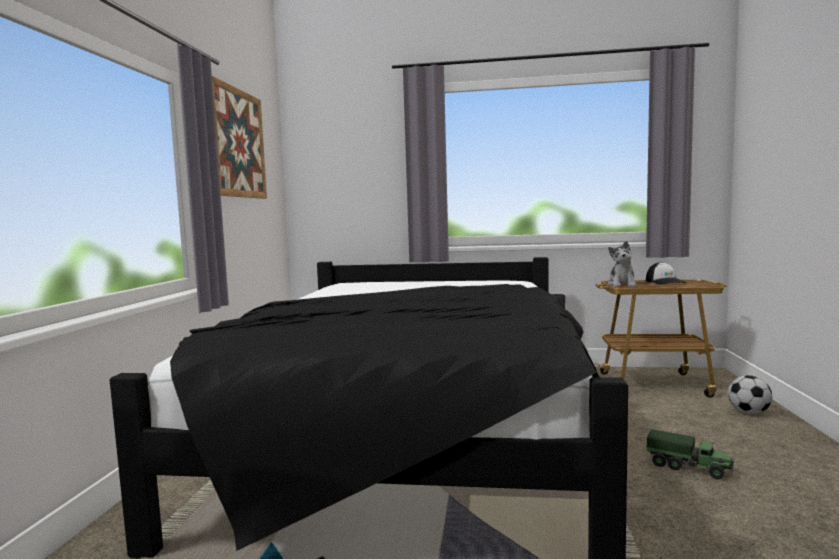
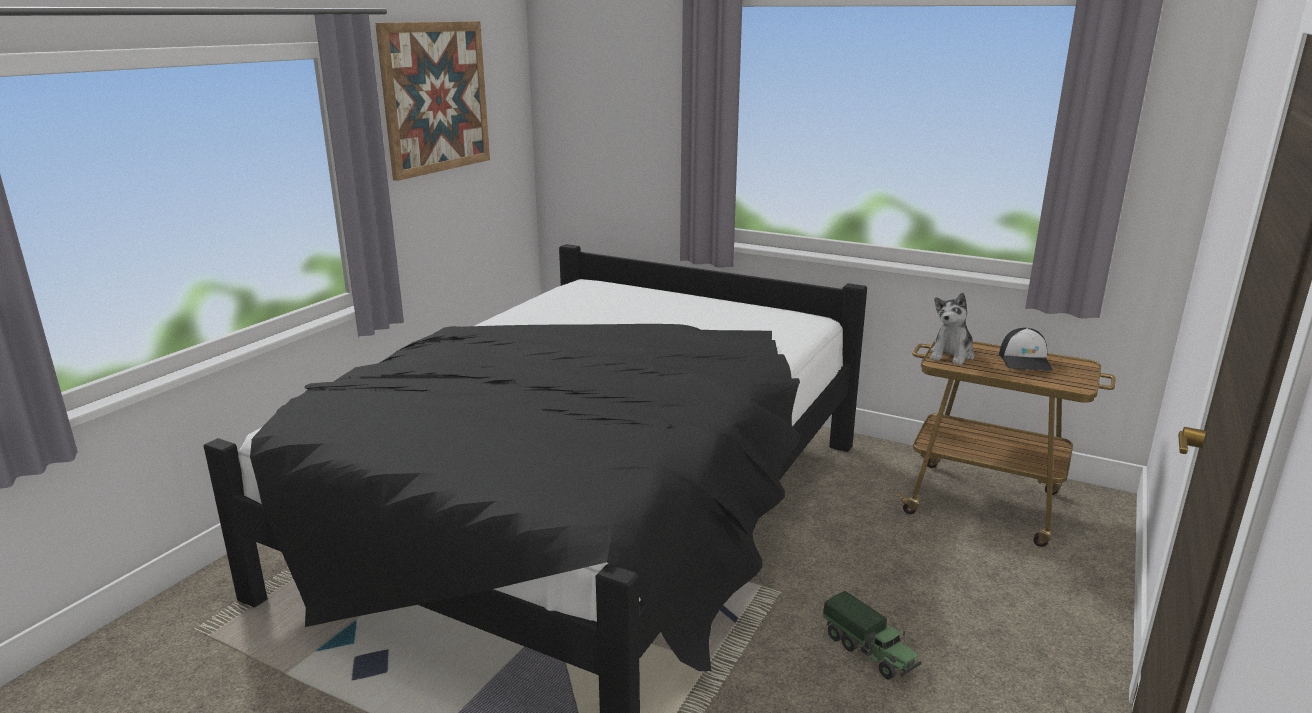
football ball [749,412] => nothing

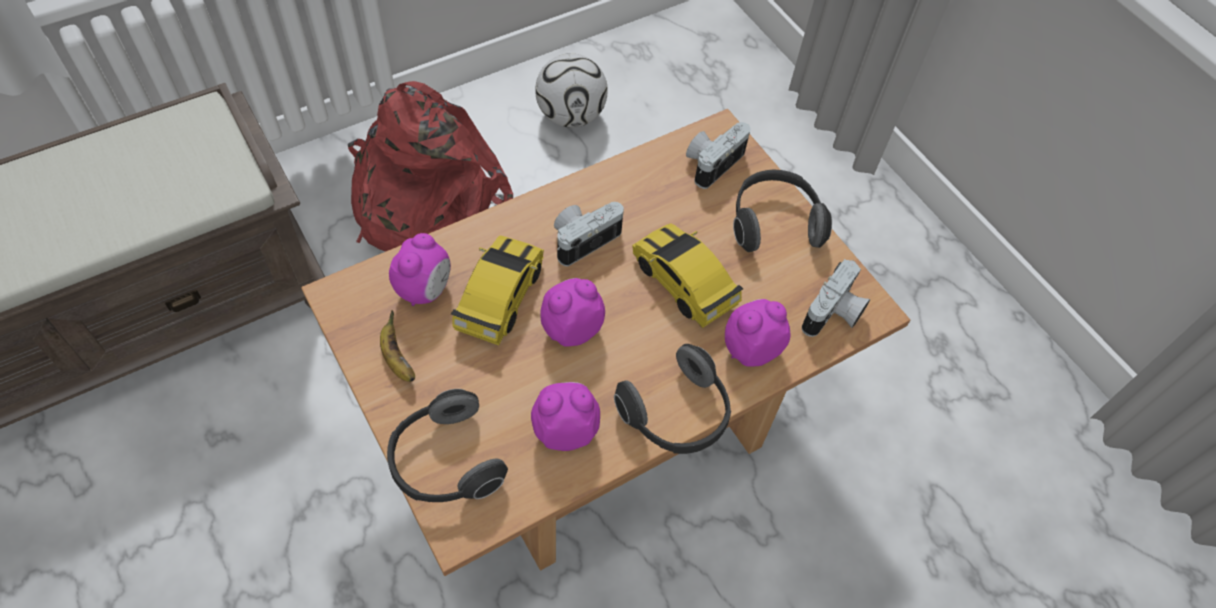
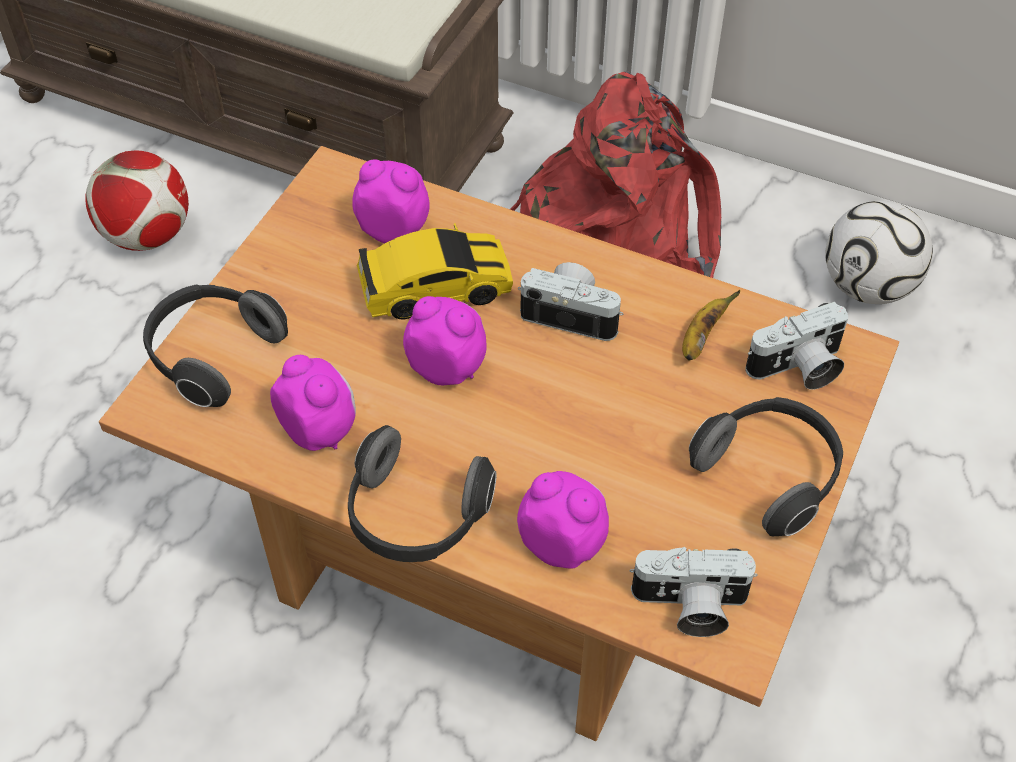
nothing => football ball [148,235]
bedside clock [425,289] => bedside clock [394,229], 150 degrees counterclockwise
banana [397,359] => banana [701,337], moved
photo camera [712,162] => photo camera [798,369], 150 degrees clockwise
miniature car [683,282] => nothing

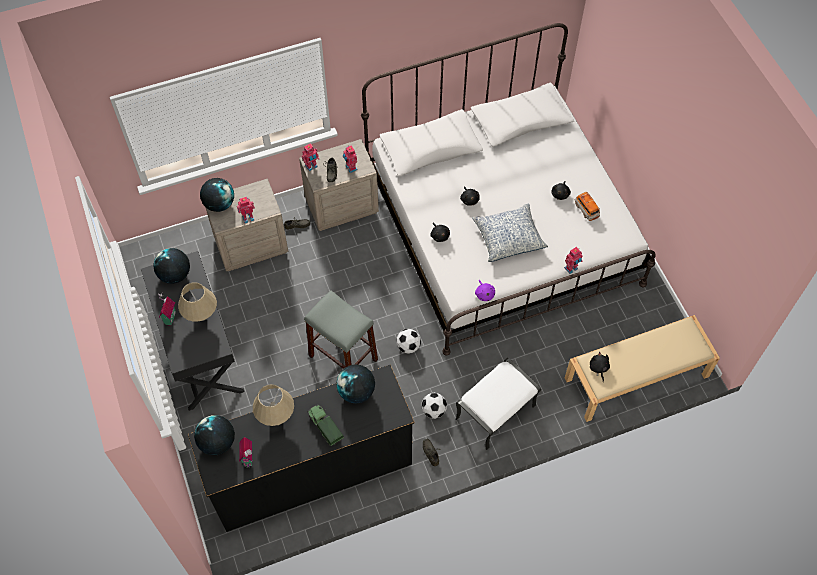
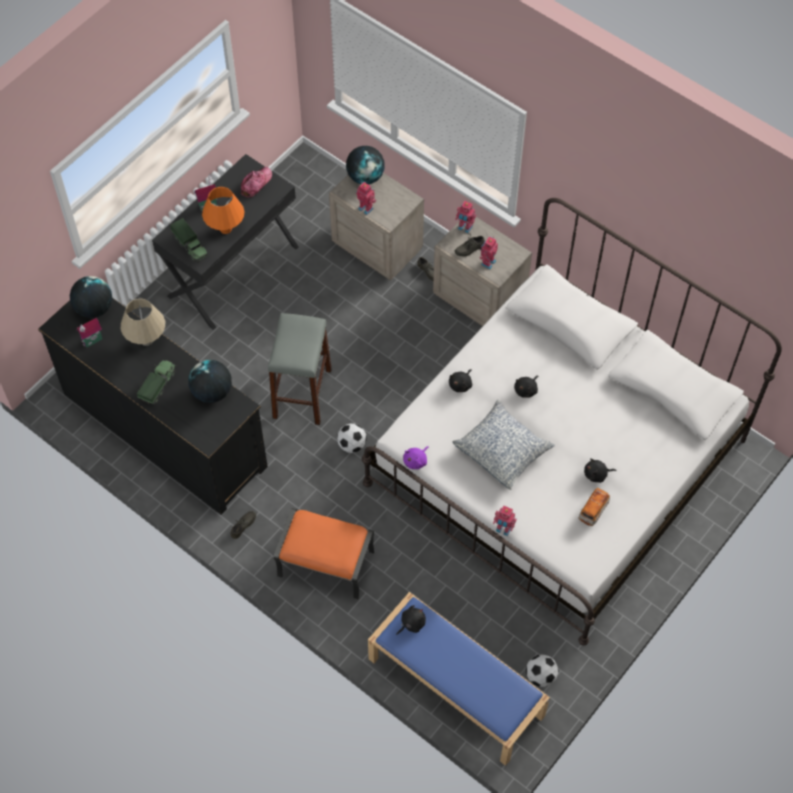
nothing => toy lorry [191,247]
beige tabletop lamp [201,316] => orange-coloured tabletop lamp [225,229]
desk globe [175,275] => baseball cap [256,184]
whitish ottoman [495,413] => orange-coloured ottoman [325,565]
beige bench [636,378] => blue-coloured bench [454,687]
football ball [434,410] => football ball [540,676], moved

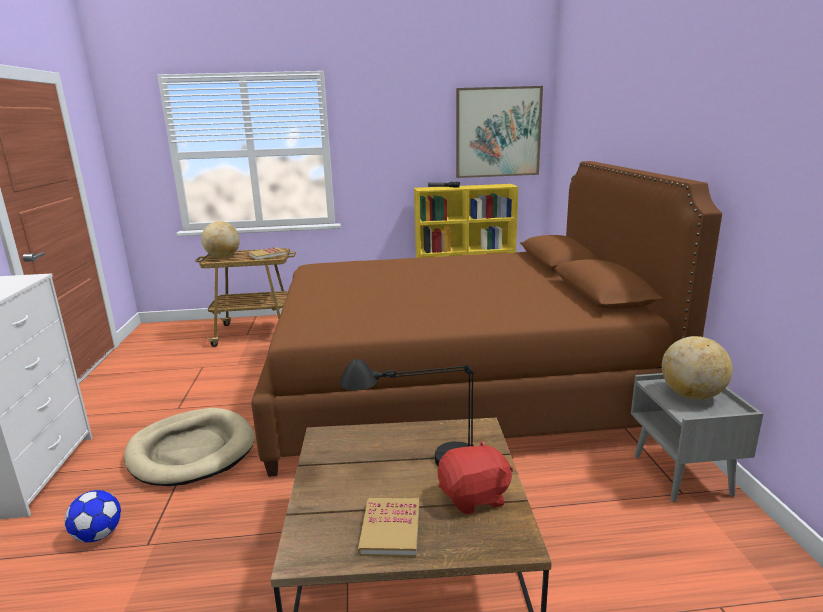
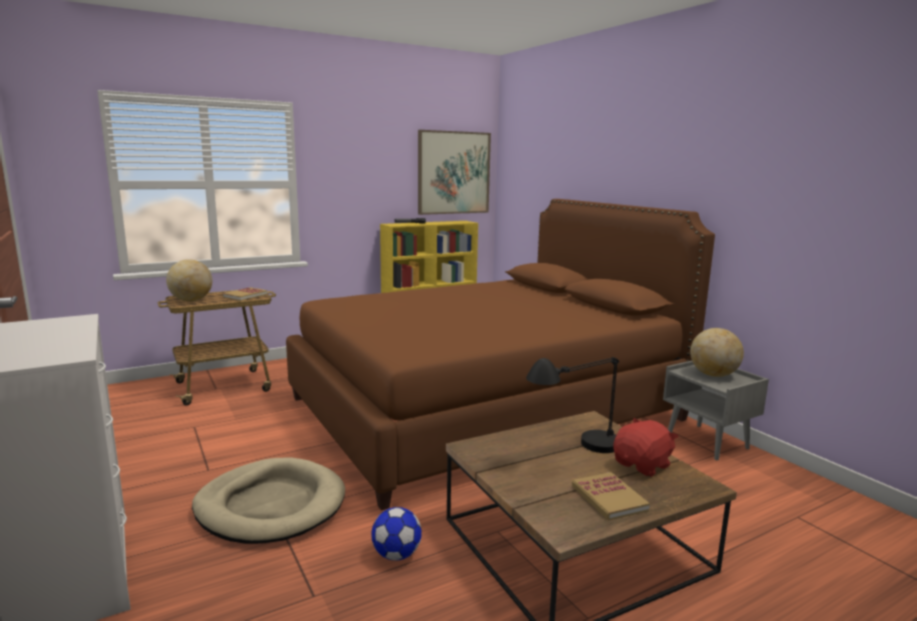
football ball [98,535] => football ball [396,555], moved

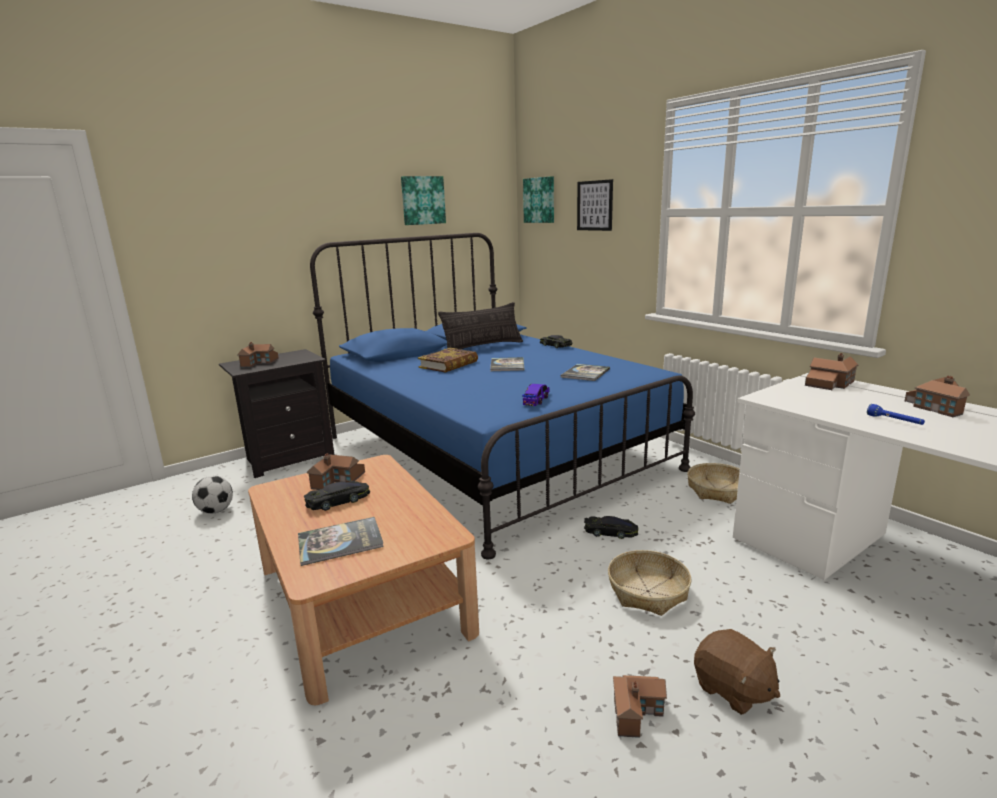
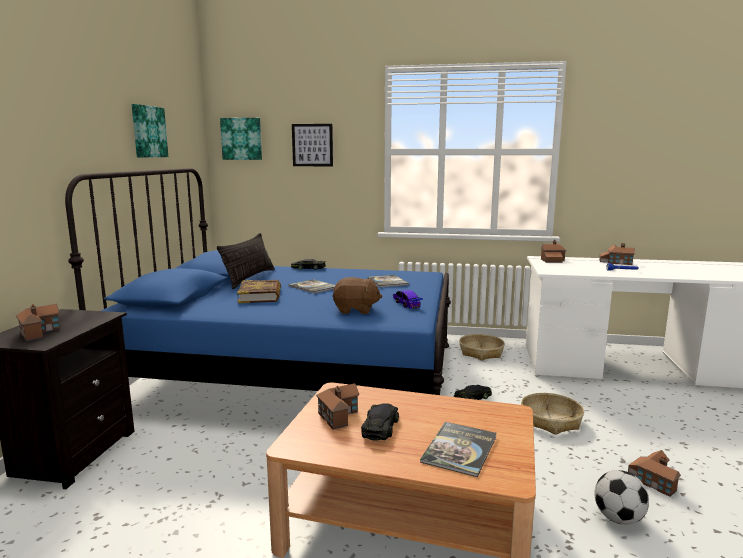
brown soft toy [733,689] => brown soft toy [356,310], moved
football ball [216,511] => football ball [618,519], moved

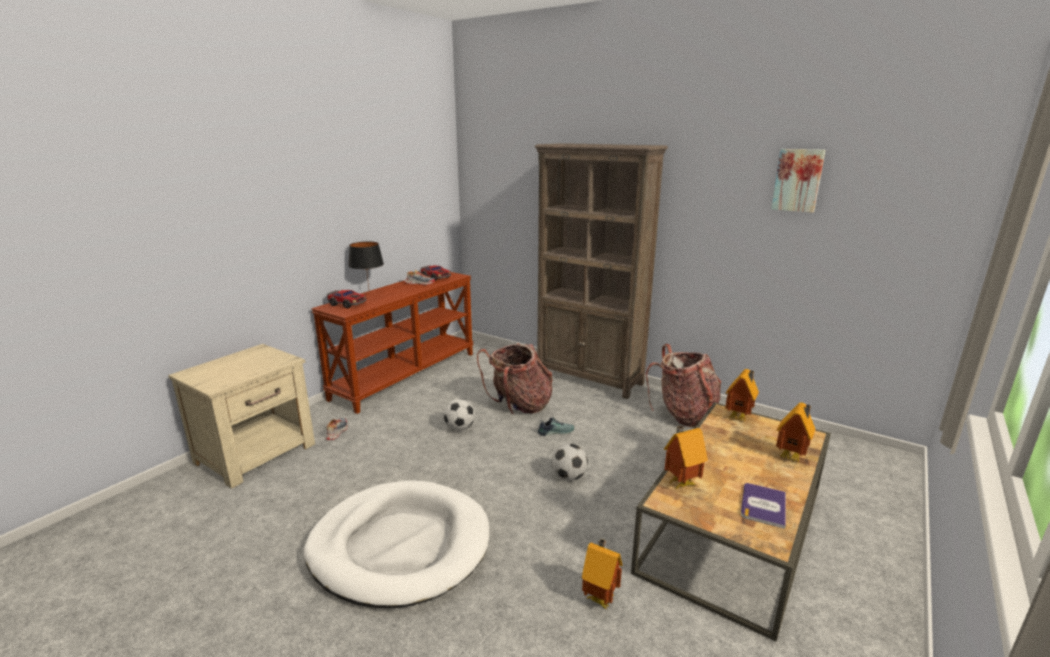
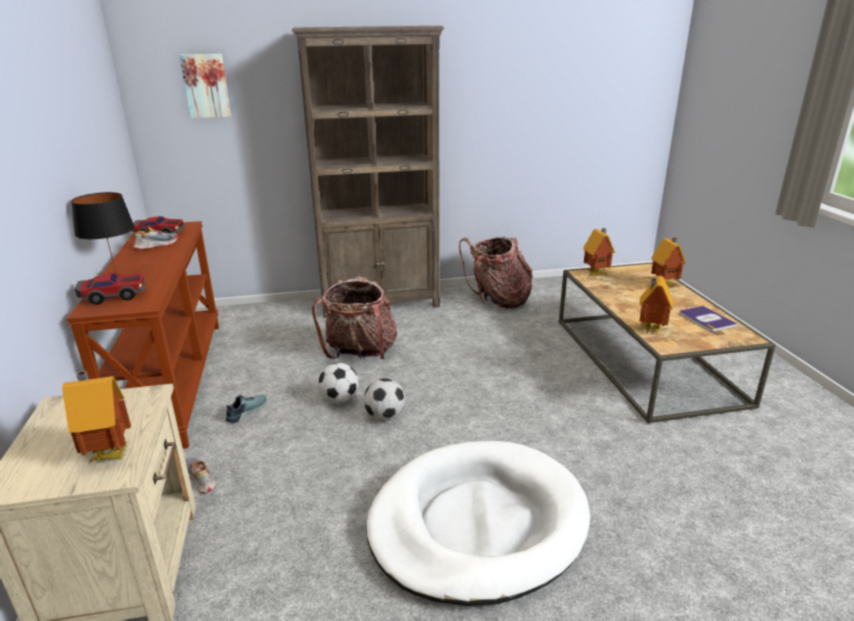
miniature house [600,598] => miniature house [109,454], moved
picture [797,180] => picture [206,86], moved
item of footwear [555,431] => item of footwear [245,411], moved
football ball [569,477] => football ball [385,416], moved

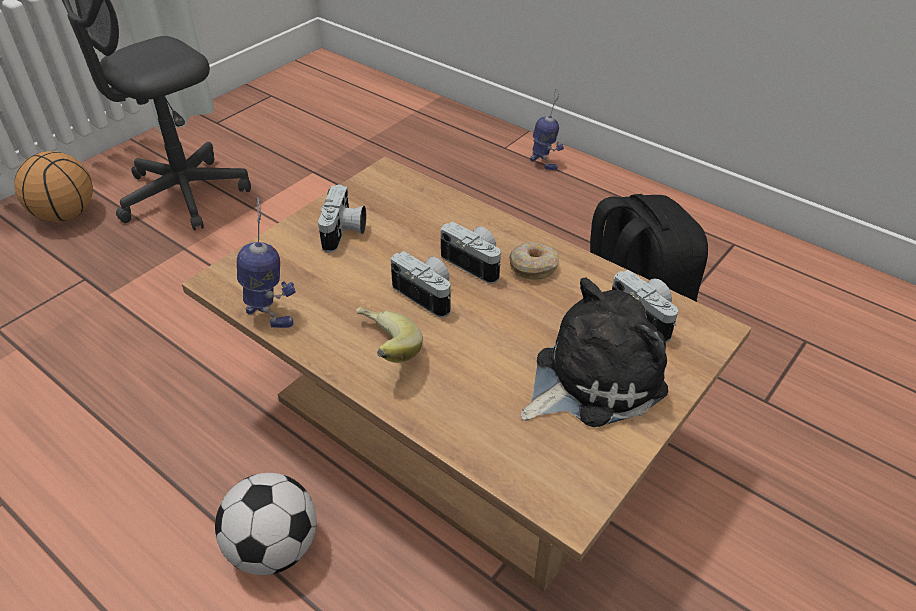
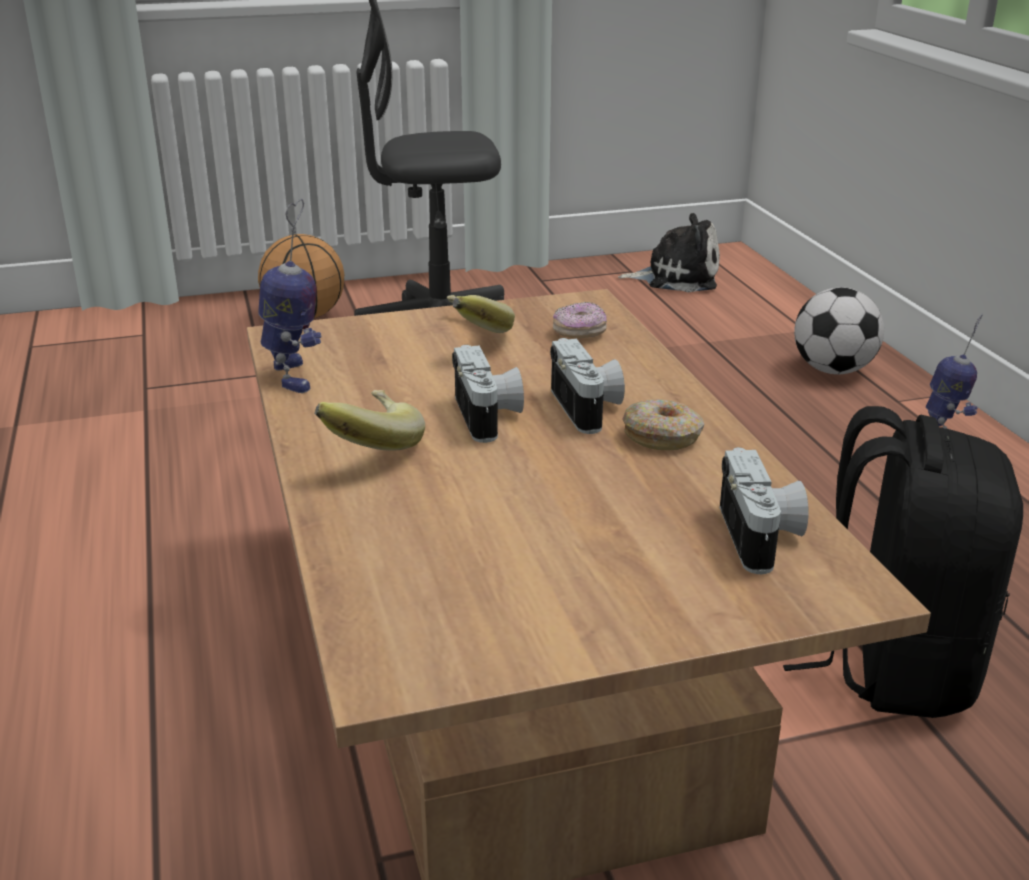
photo camera [344,233] => banana [467,337]
nothing => ring doughnut [579,333]
soft toy [591,378] => soft toy [677,277], moved
football ball [274,548] => football ball [833,370], moved

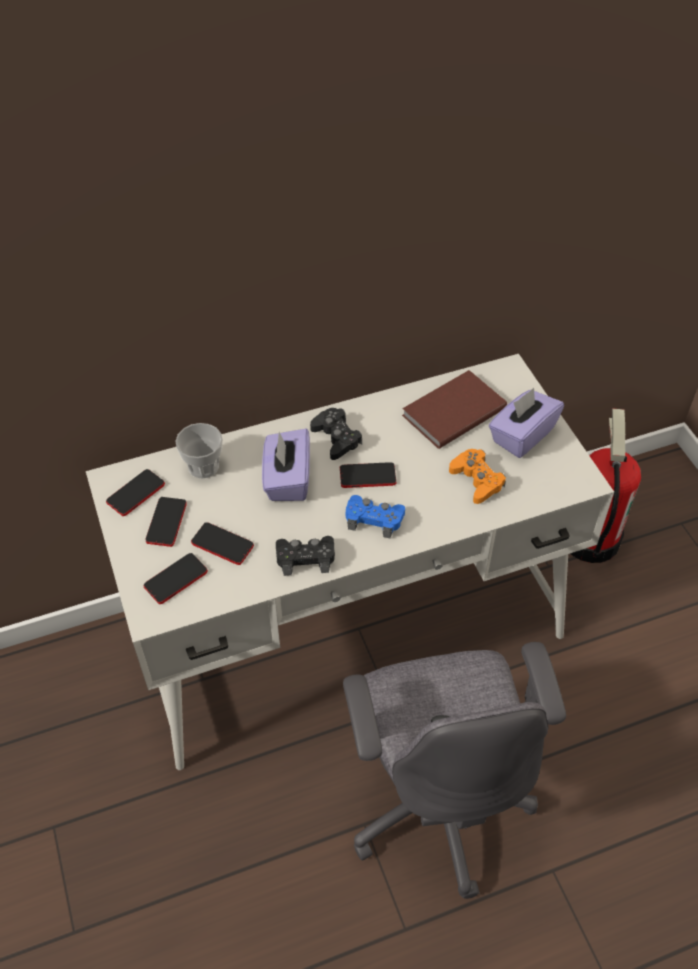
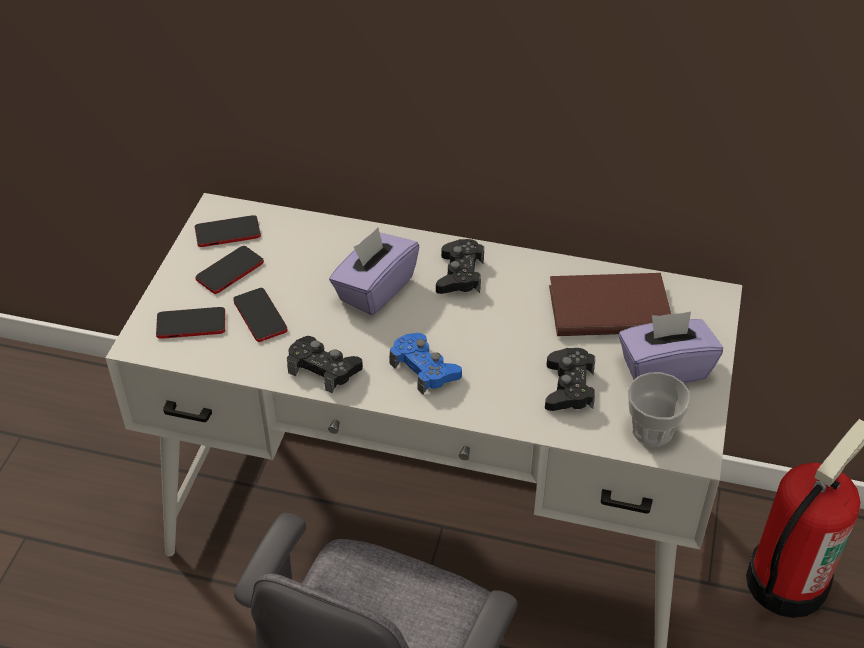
orange-coloured game controller [477,480] => black game controller [569,387]
cup [203,466] => cup [652,430], moved
telephone [367,476] => nothing

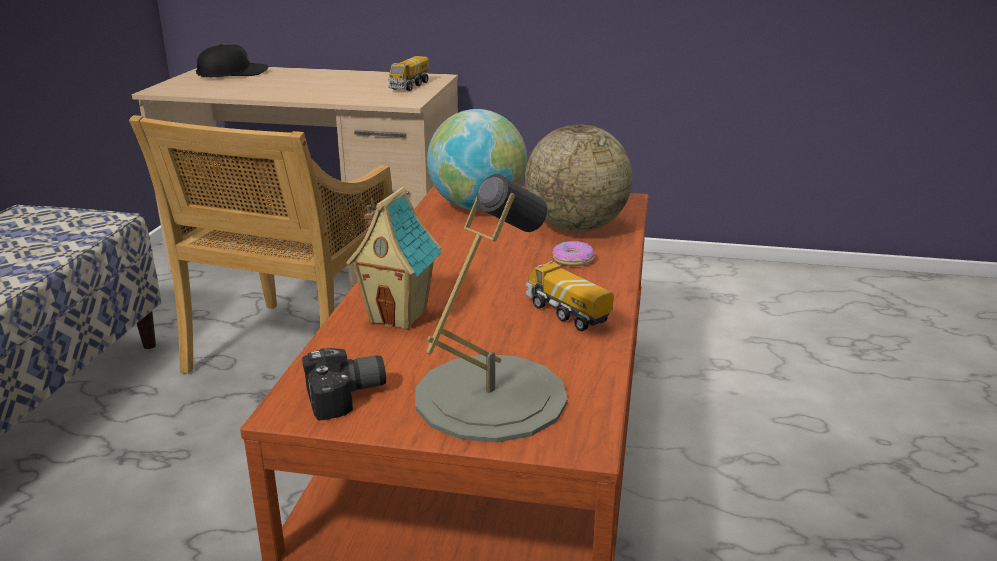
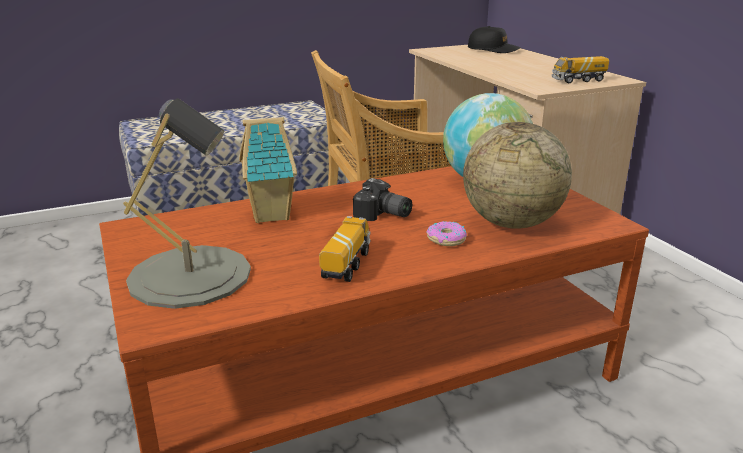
photo camera [347,397] => photo camera [382,215], moved

